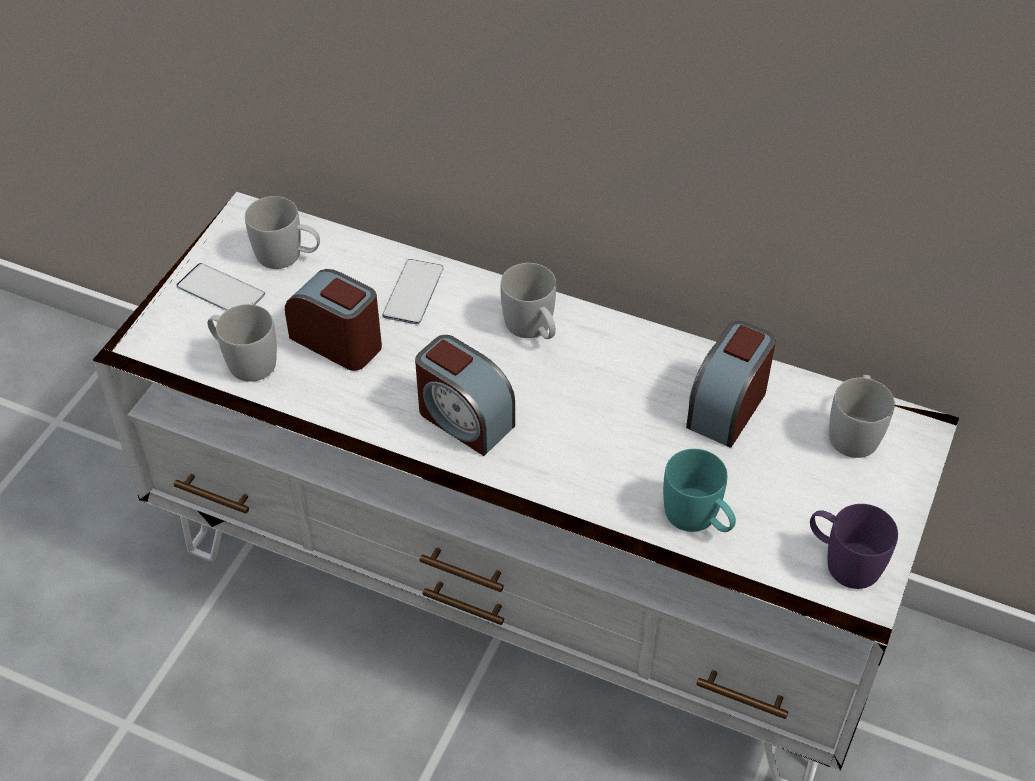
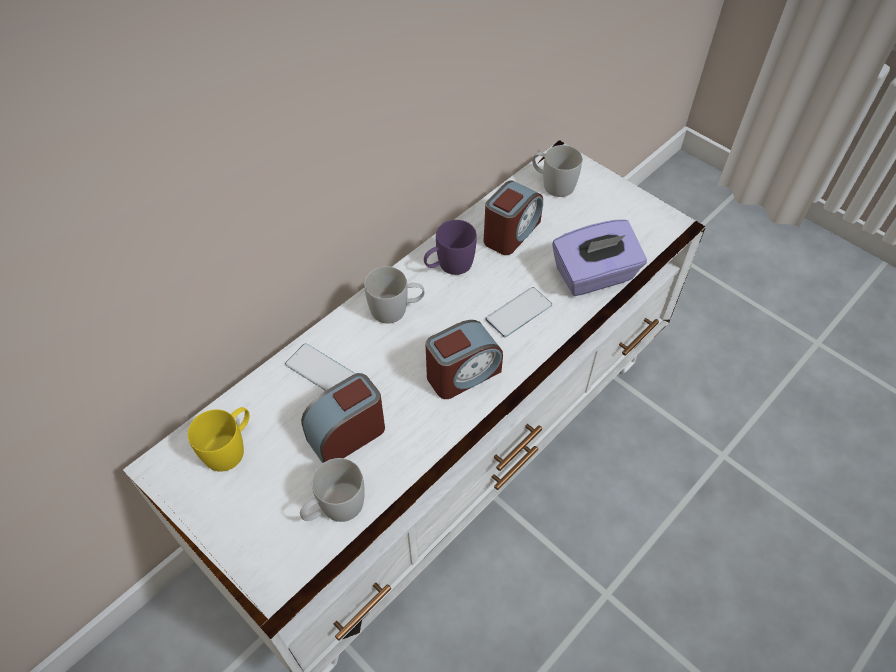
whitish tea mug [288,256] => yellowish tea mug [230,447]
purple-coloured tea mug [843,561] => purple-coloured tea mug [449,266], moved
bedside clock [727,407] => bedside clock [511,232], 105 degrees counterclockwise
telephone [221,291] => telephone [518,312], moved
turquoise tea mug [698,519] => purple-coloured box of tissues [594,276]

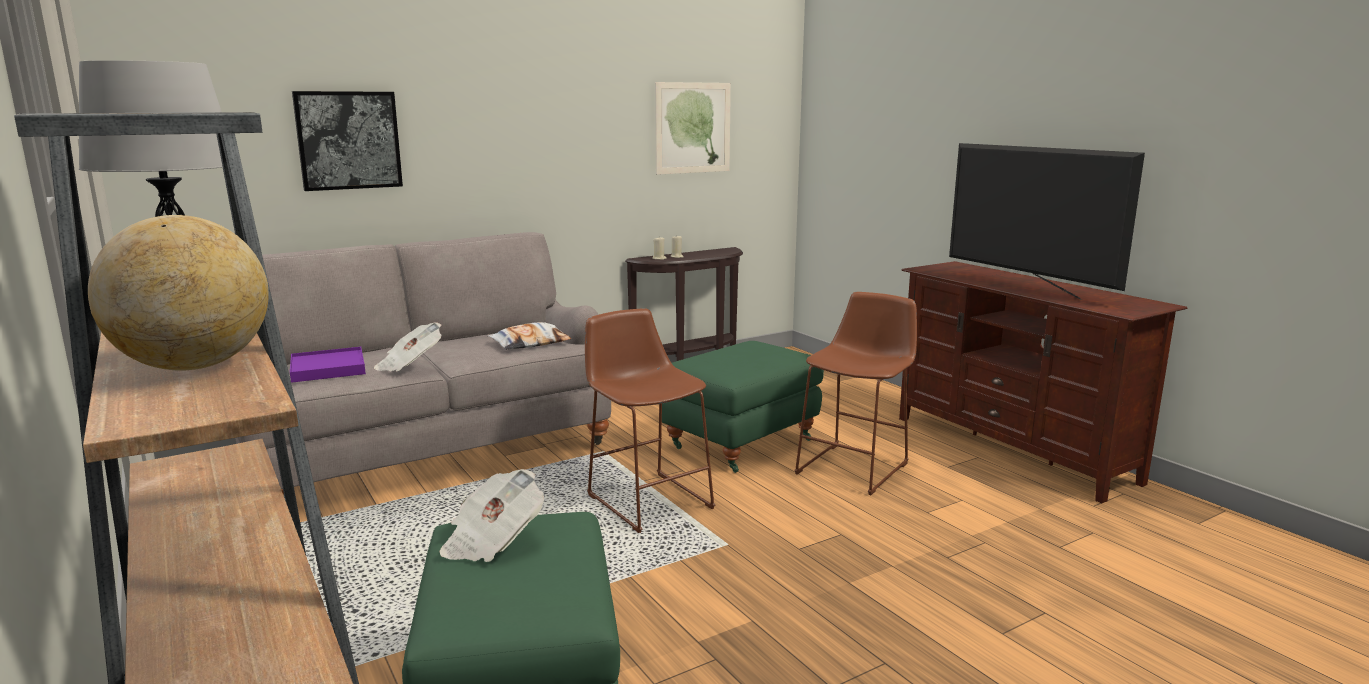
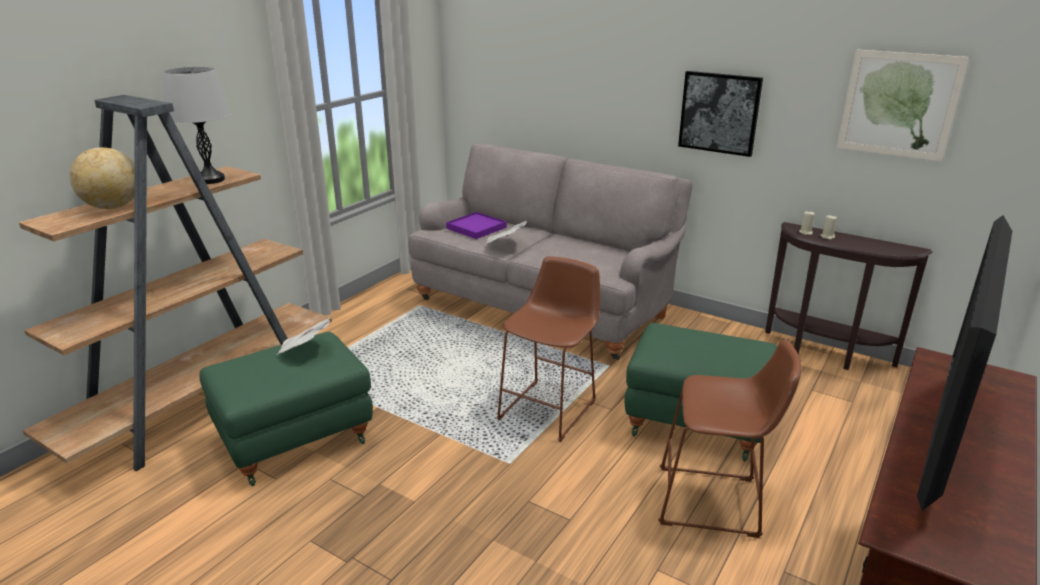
picture [348,140] => picture [719,113], moved
cushion [530,343] => nothing

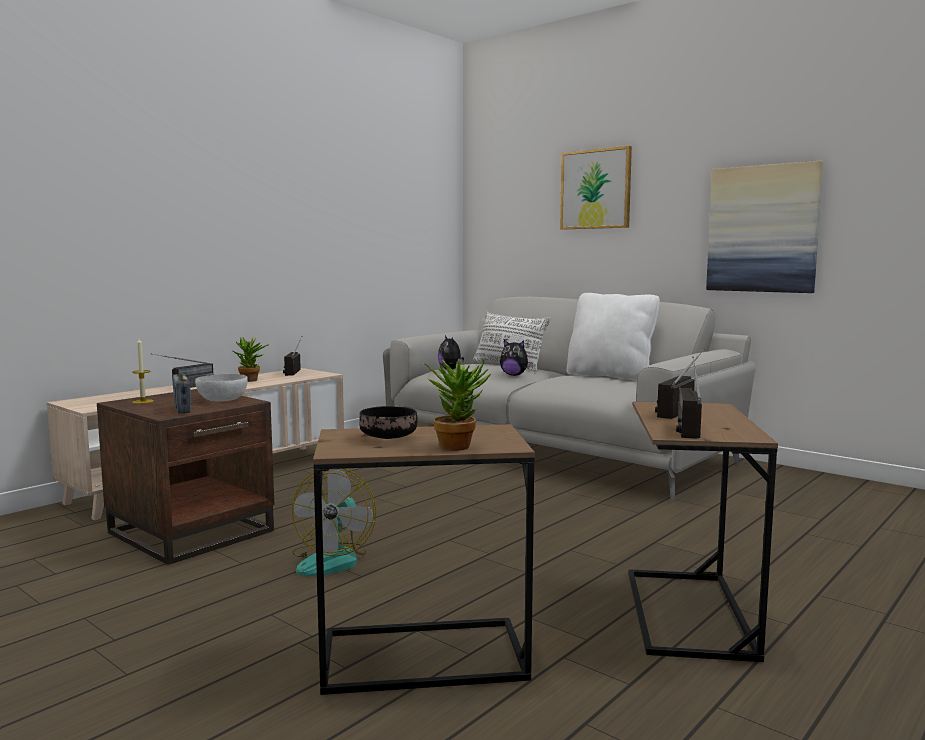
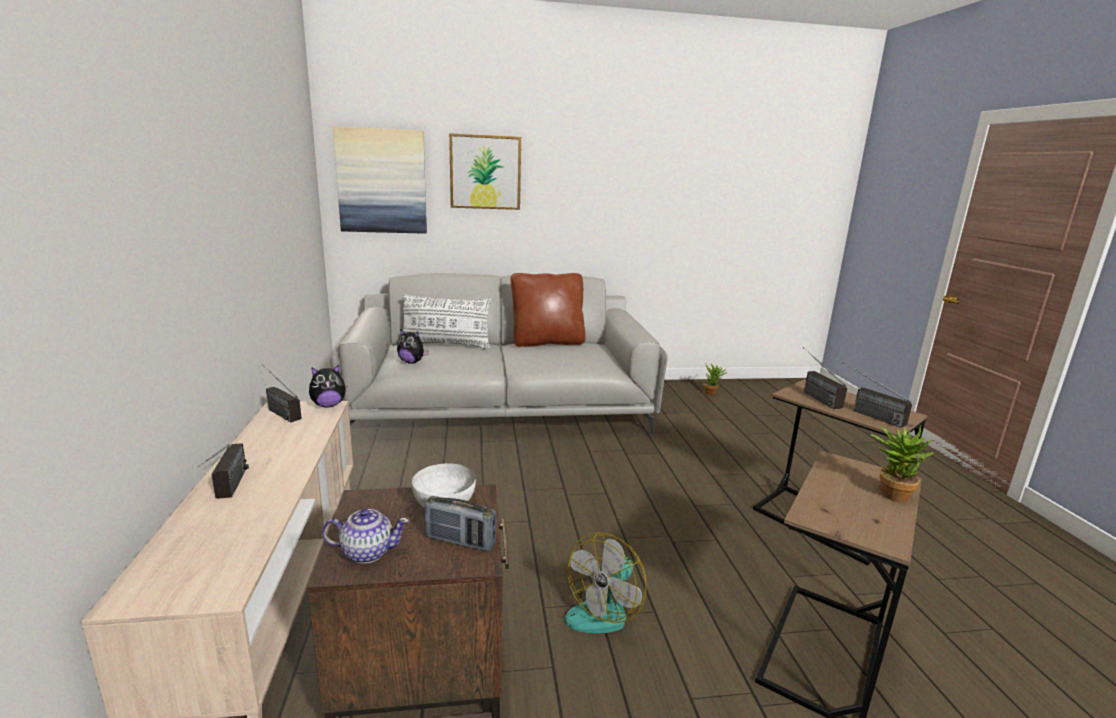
soft toy [514,375] => soft toy [328,405], moved
wax light [143,401] => pot for tea [367,552]
picture [762,229] => picture [382,181], moved
whitish cushion [610,376] => brown cushion [547,342]
cooling fan [333,560] => cooling fan [605,610], 75 degrees clockwise
plant in a pot [251,381] => plant in a pot [712,393], moved
black serving bowl [389,437] => nothing

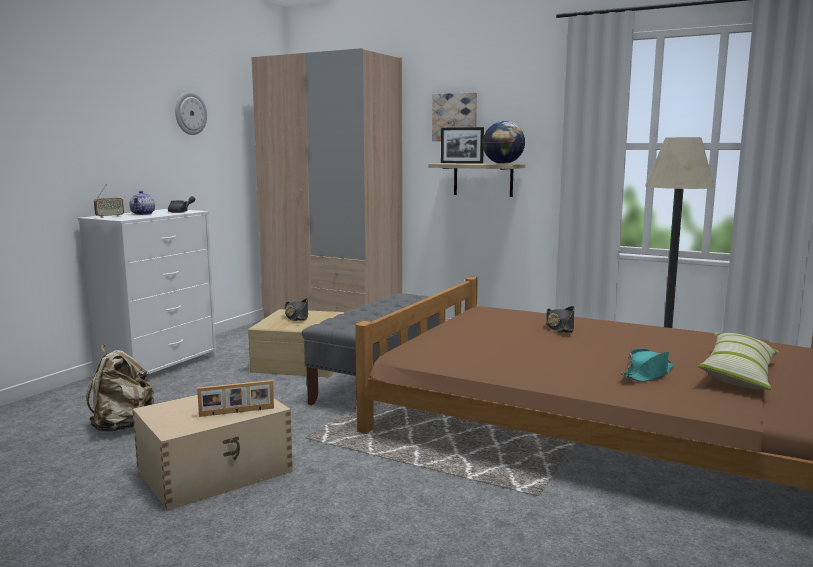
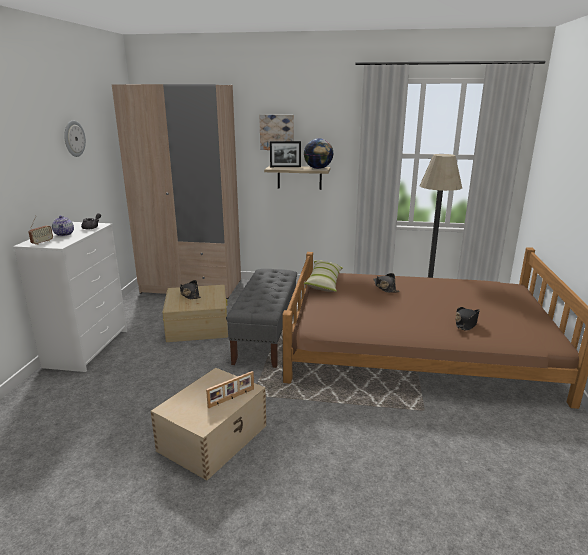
cushion [738,374] => cushion [324,282], moved
turquoise wearable hat [647,374] => black wearable hat [466,323]
beige rucksack [122,426] => nothing

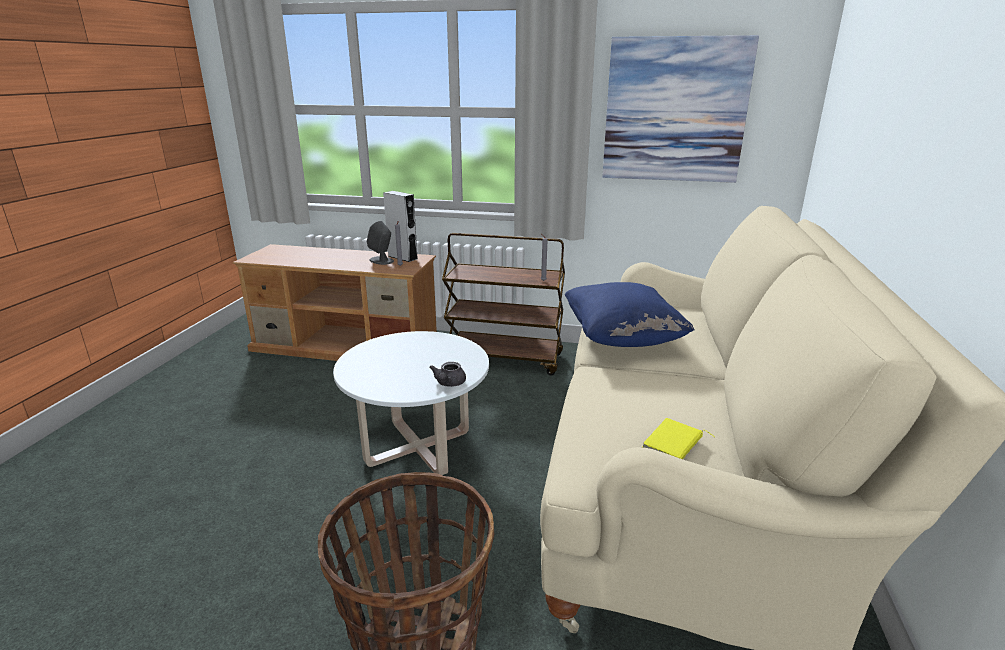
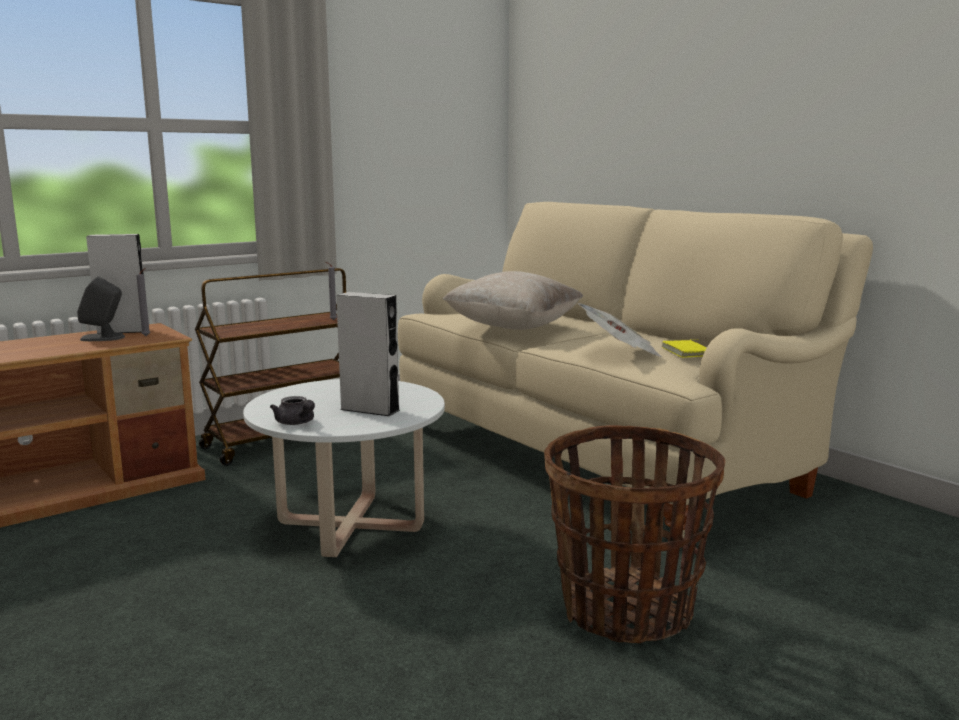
greyish pot for tea [449,384] => greyish pot for tea [296,423], moved
nothing => greyish audio speaker [370,410]
blue-coloured cushion [621,339] => beige cushion [513,328]
nothing => daily paper [620,352]
picture [675,111] => nothing

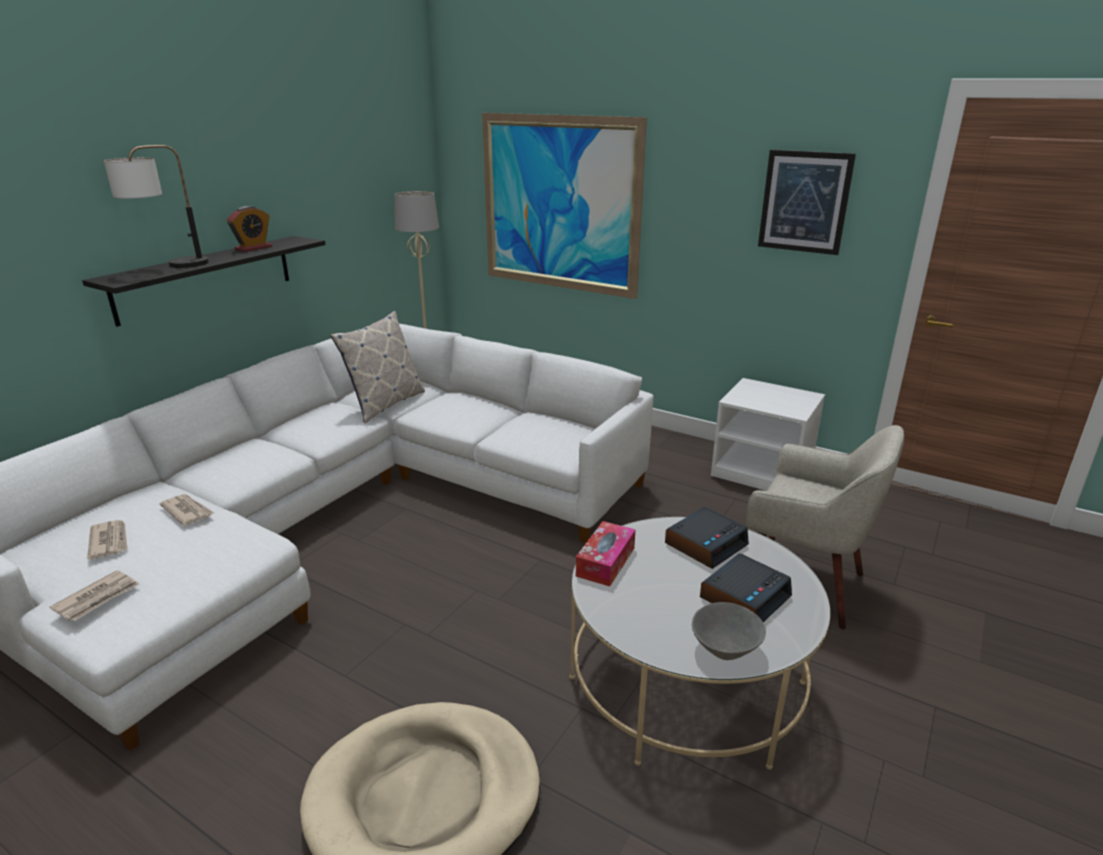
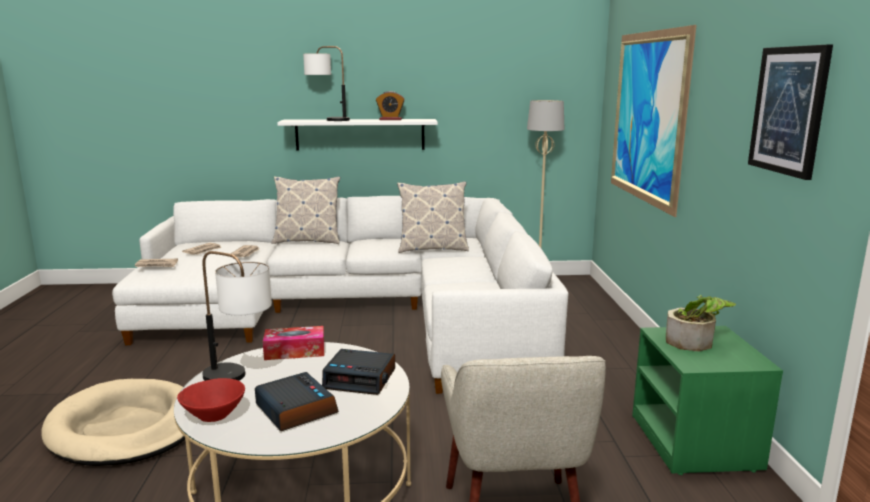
greyish serving bowl [724,650] => reddish serving bowl [213,415]
nothing => tabletop lamp [240,380]
bedside clock [744,596] => bedside clock [295,409], 135 degrees counterclockwise
nothing => cushion [307,241]
black shelf [206,278] => whitish shelf [360,134]
whitish bedside table [763,472] => green bedside table [696,443]
nothing => plant in a pot [695,342]

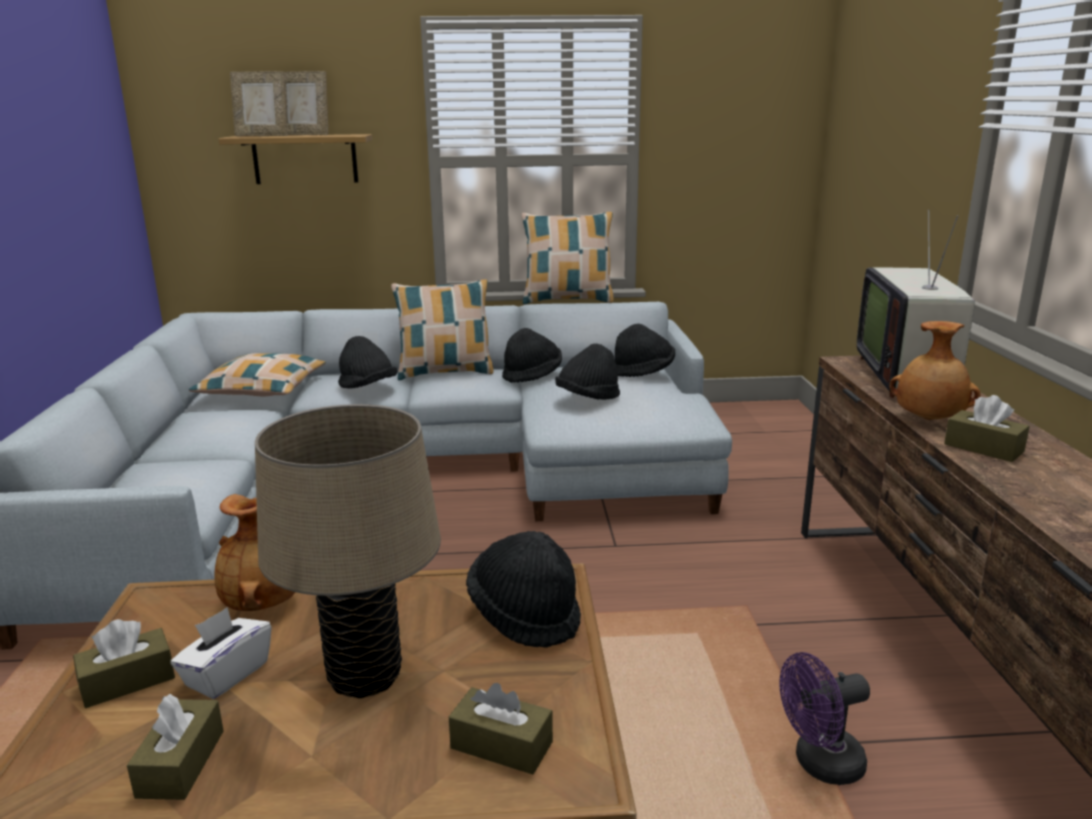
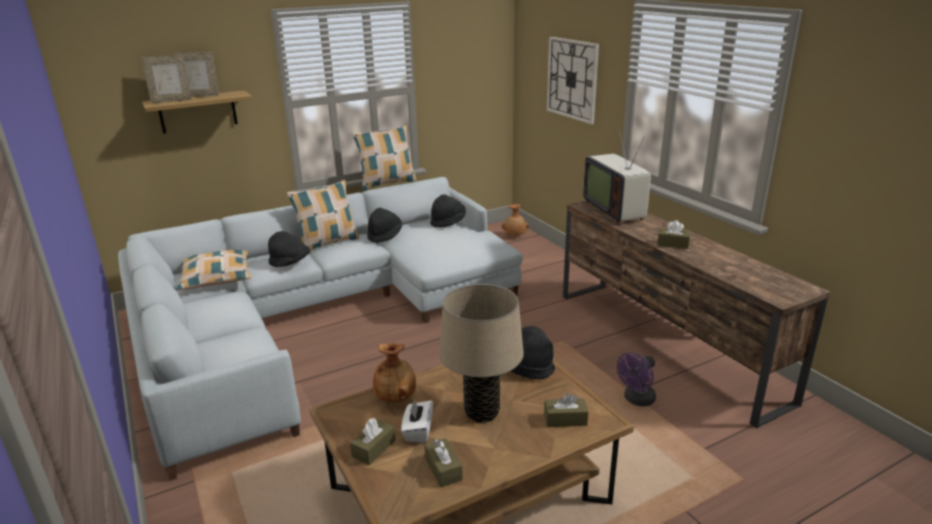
brown vase [929,420] => brown vase [515,236], moved
nothing => wall clock [572,79]
black wearable hat [587,398] => nothing

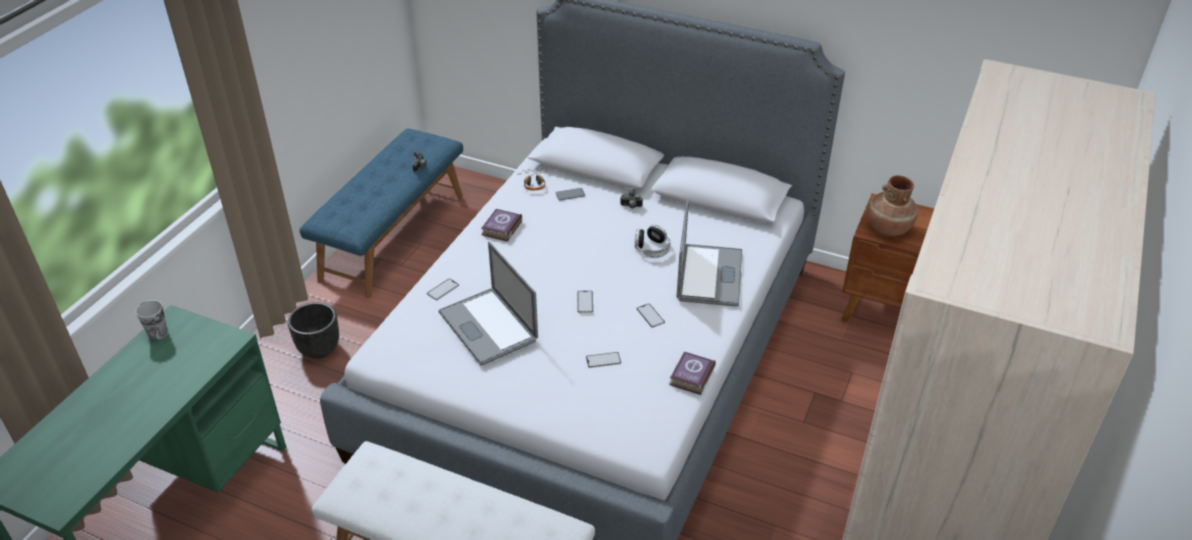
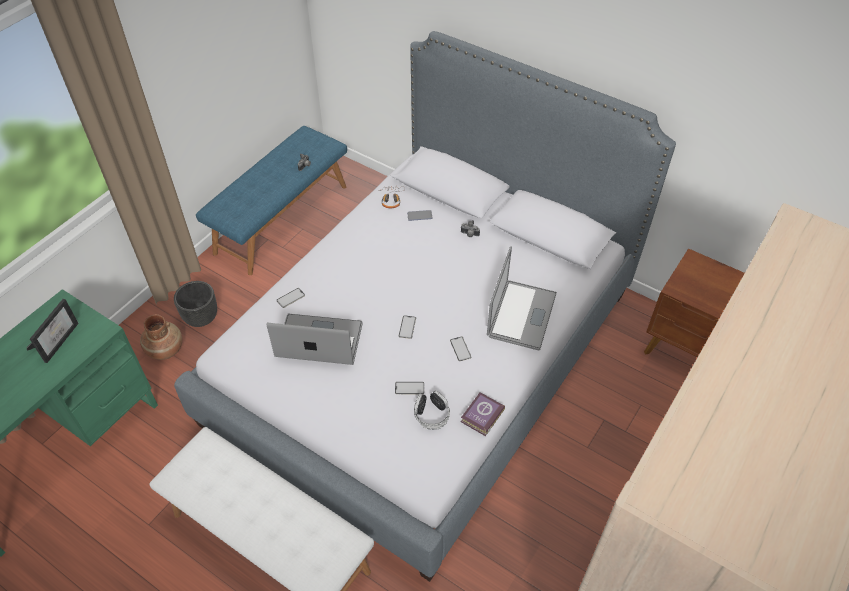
nothing => picture frame [58,340]
brown vase [887,228] => brown vase [165,349], moved
notebook computer [488,326] => notebook computer [319,340], 120 degrees clockwise
headphones [651,248] => headphones [431,414], moved
cup [158,333] => nothing
volume [500,228] => nothing

